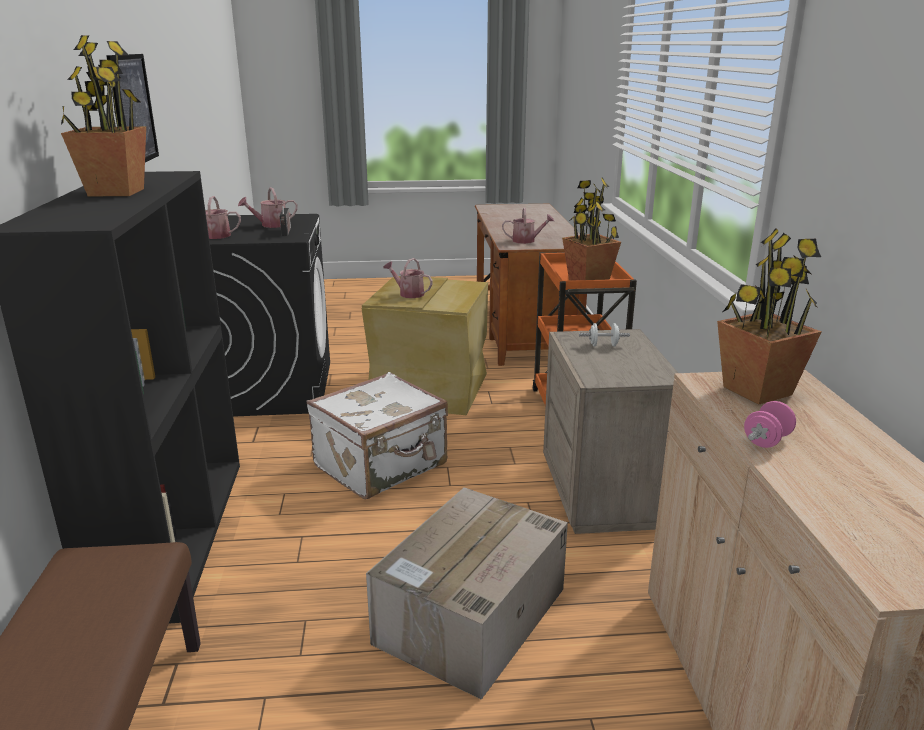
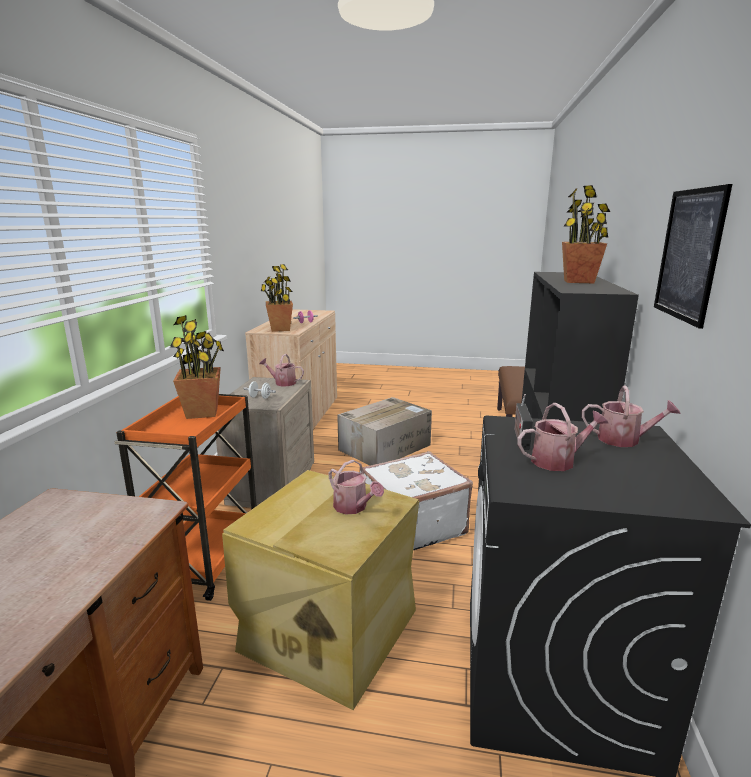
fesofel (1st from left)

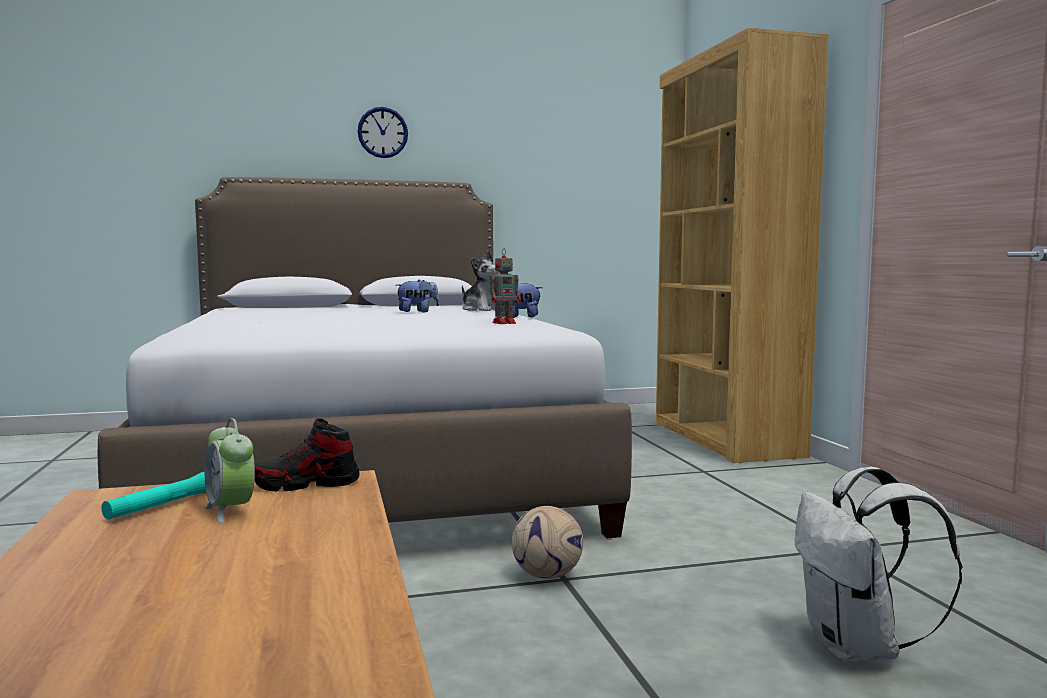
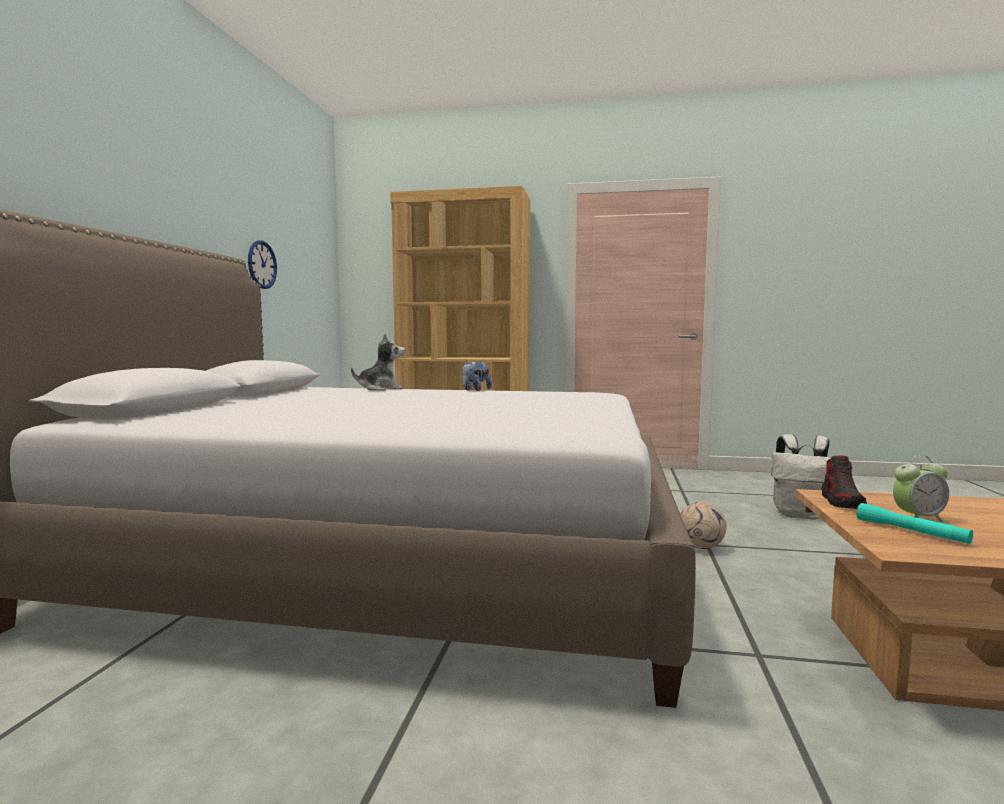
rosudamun; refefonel (1st from left in the first image); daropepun

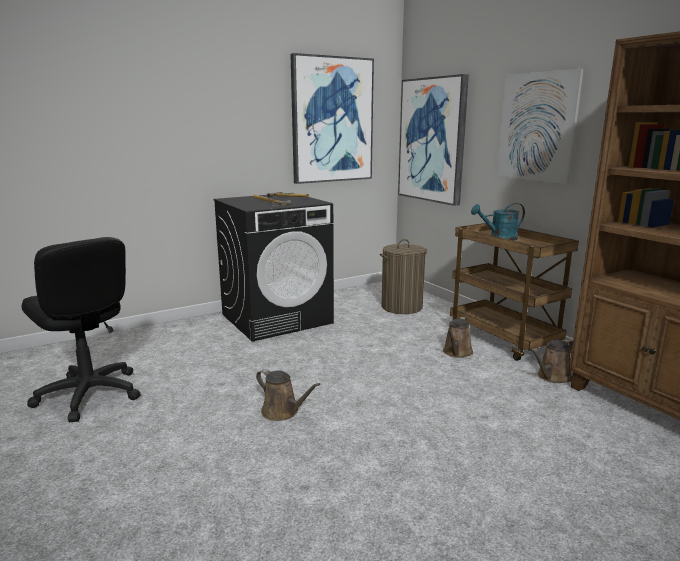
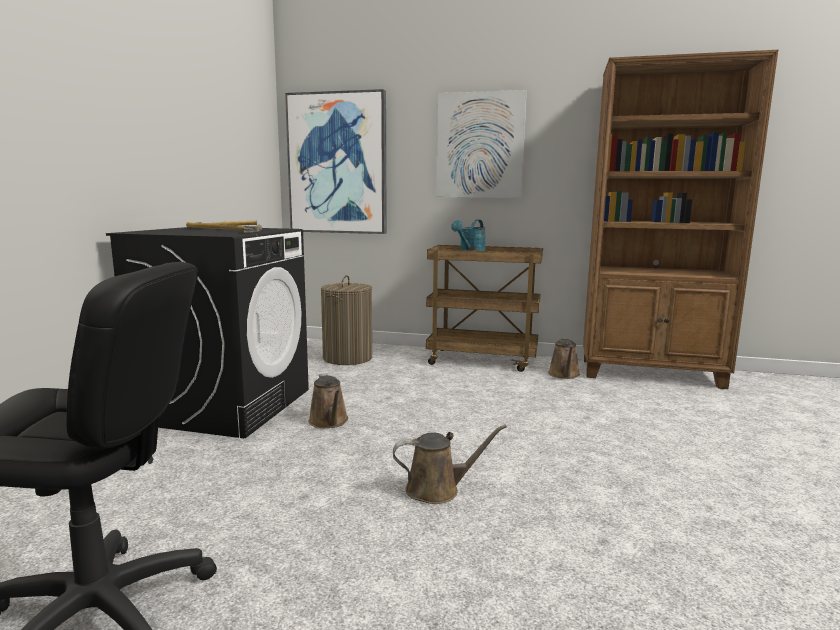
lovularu (1st from left in the first image); brown fesofel (1st from left)

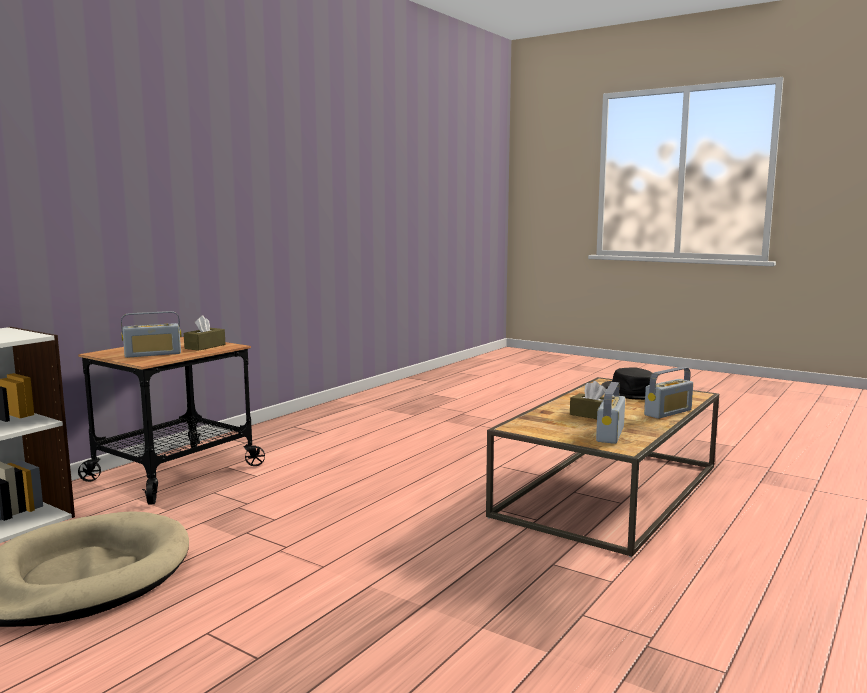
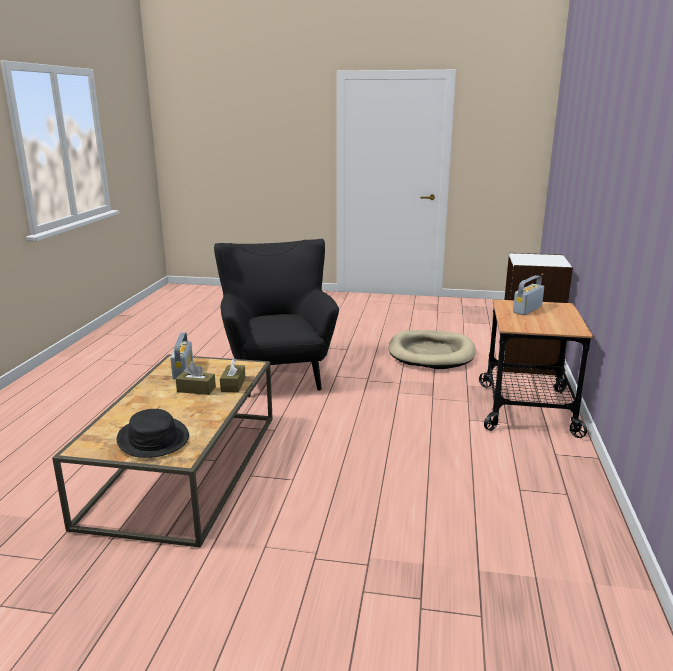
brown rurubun (2nd from left); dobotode (3rd from left in the first image); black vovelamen

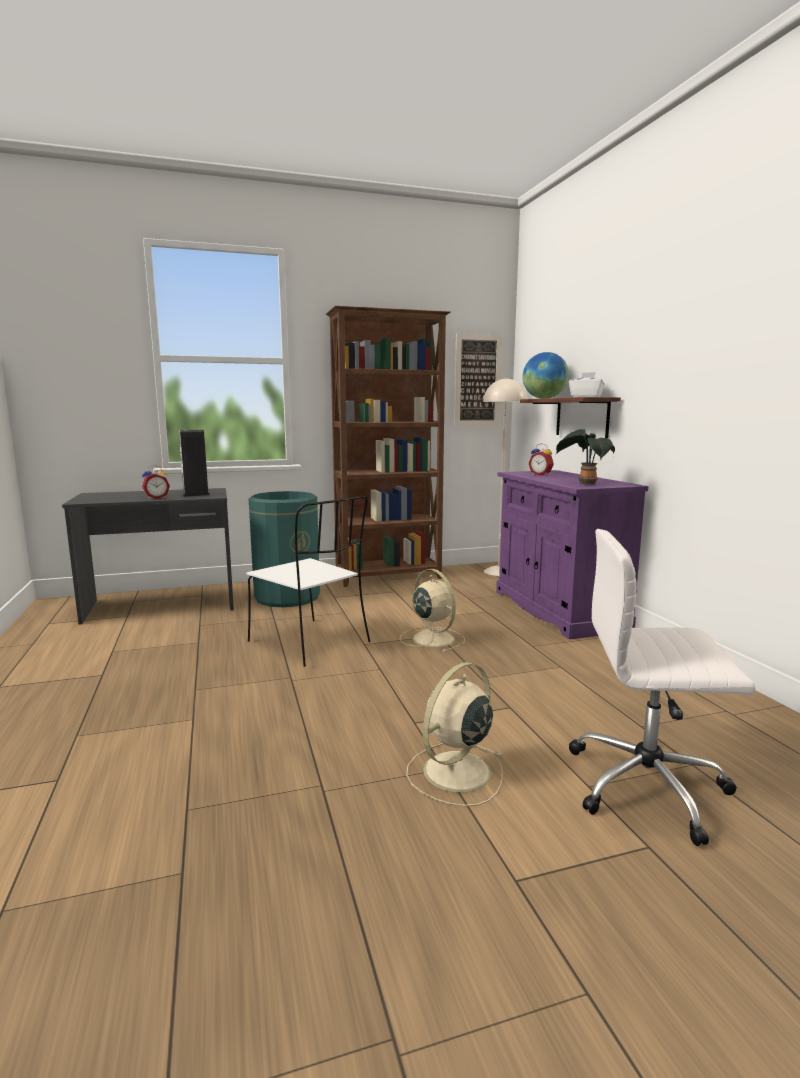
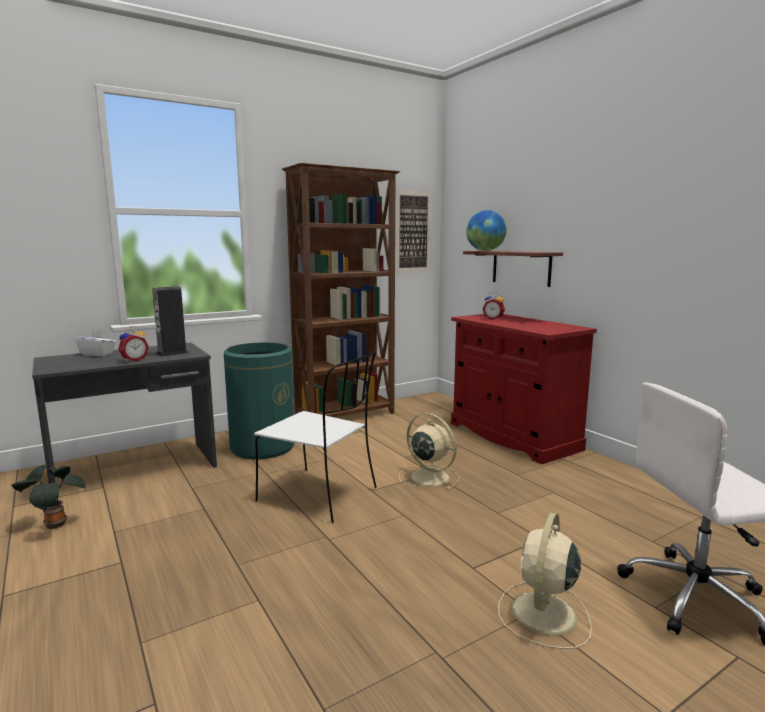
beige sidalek; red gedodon; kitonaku; white rurubun

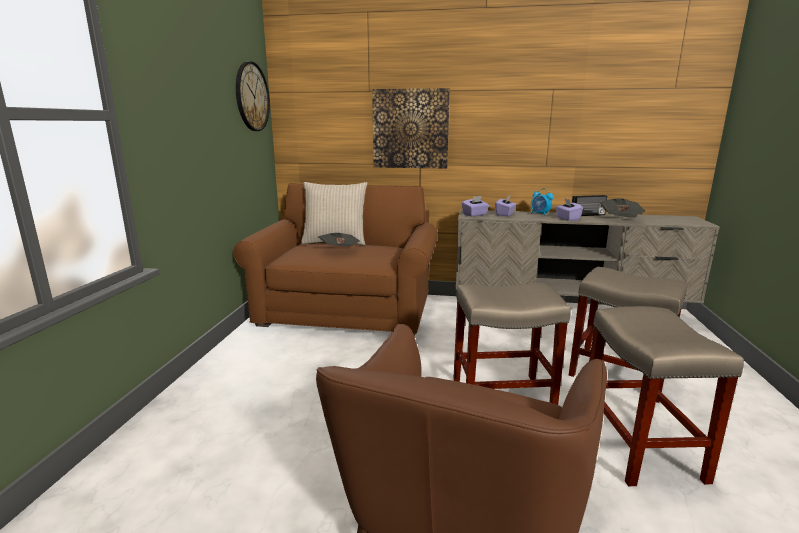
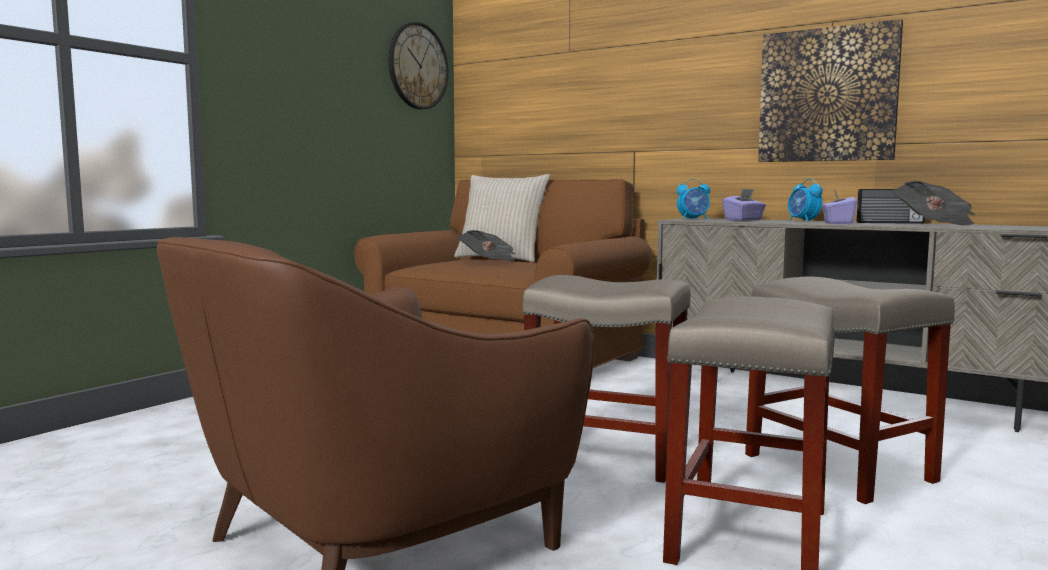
lovularu; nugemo (1st from left)

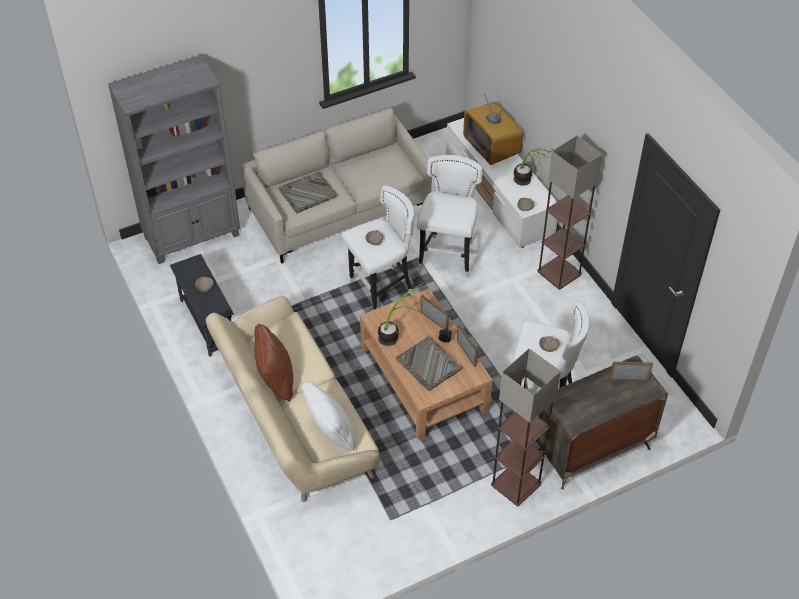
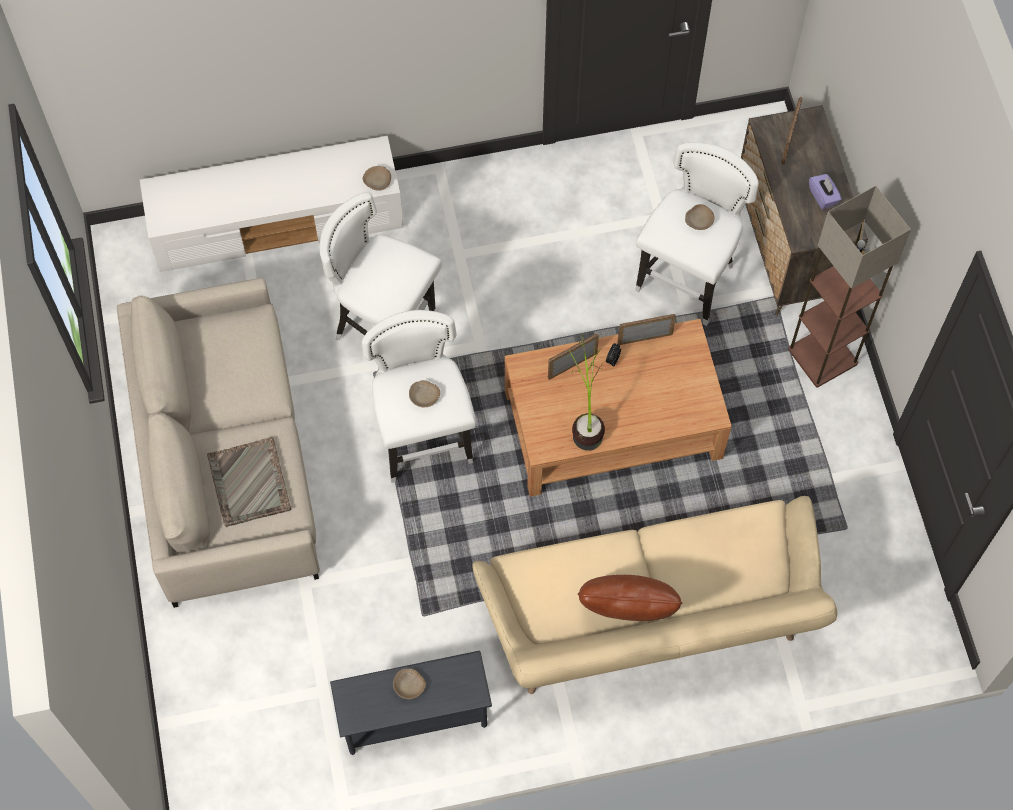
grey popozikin; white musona; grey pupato (2nd from left in the first image); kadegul; kitonaku (2nd from left in the first image); sidalek (2nd from left in the first image); purple rurubun

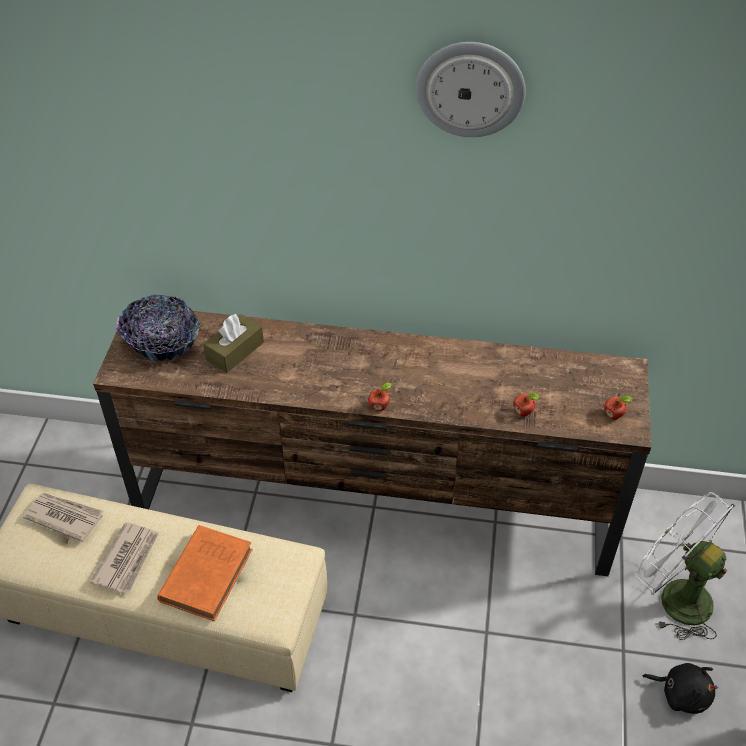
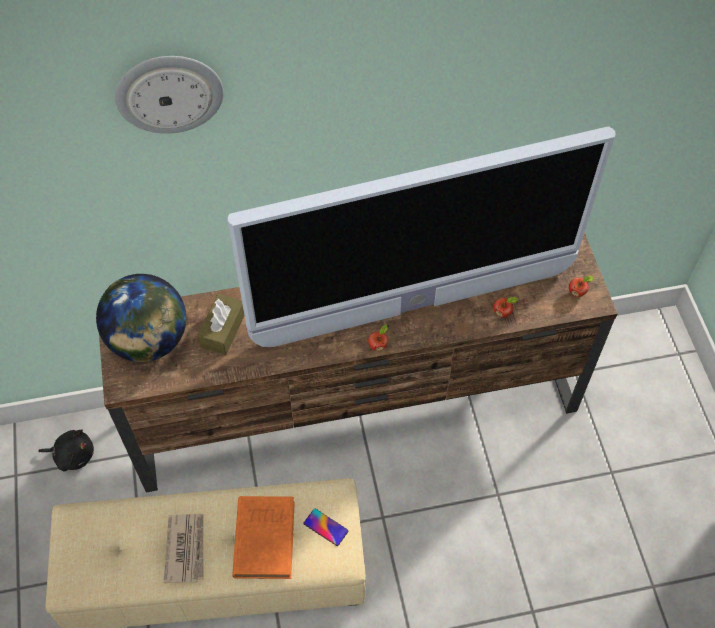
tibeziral (1st from left in the first image); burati; rosudamun; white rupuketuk; black refefonel; kadegul; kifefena

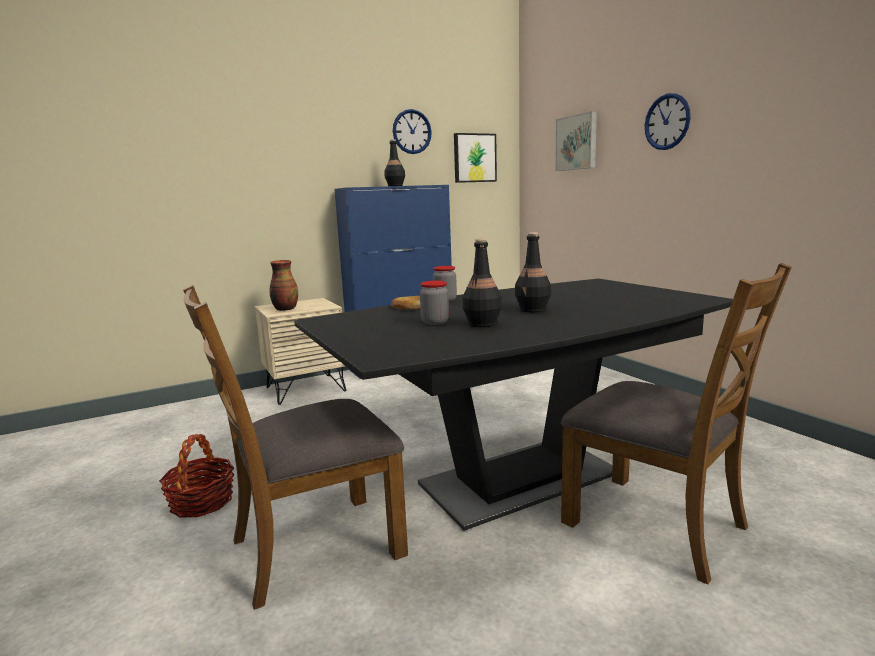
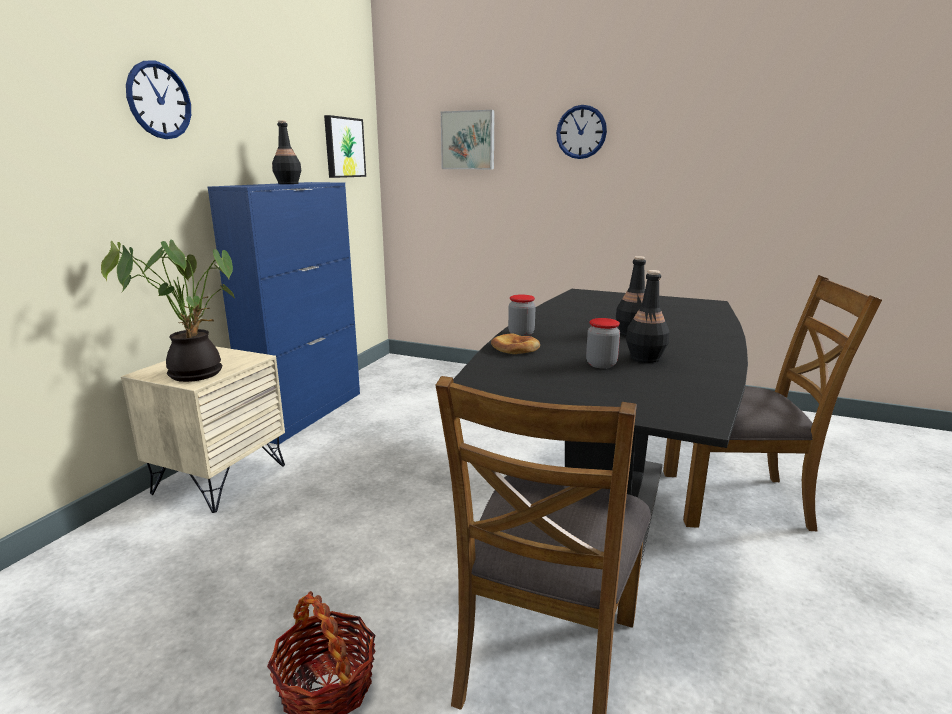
kitonaku; rosudamun (1st from left)

